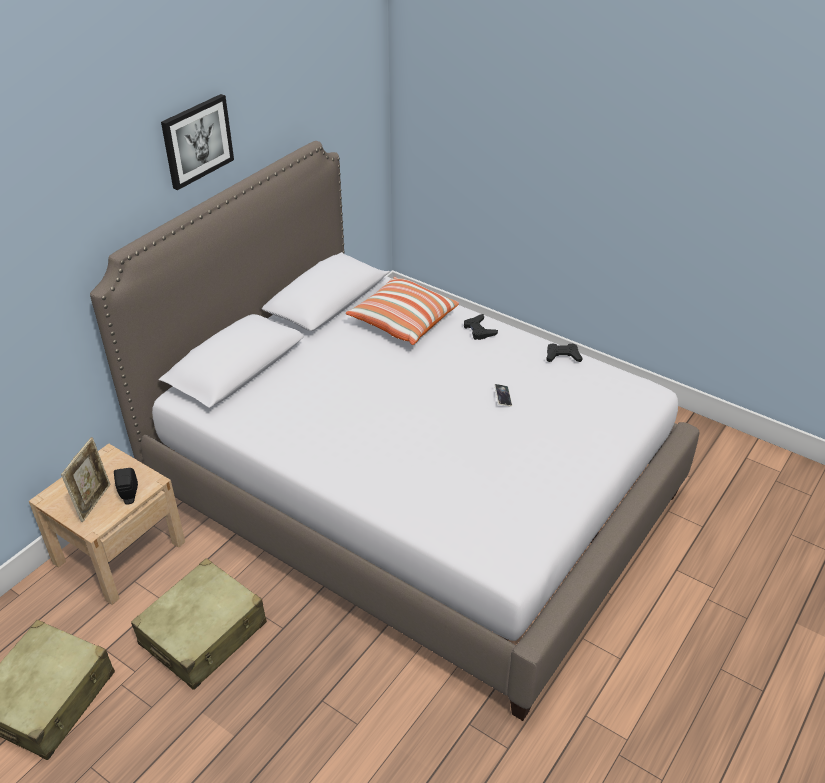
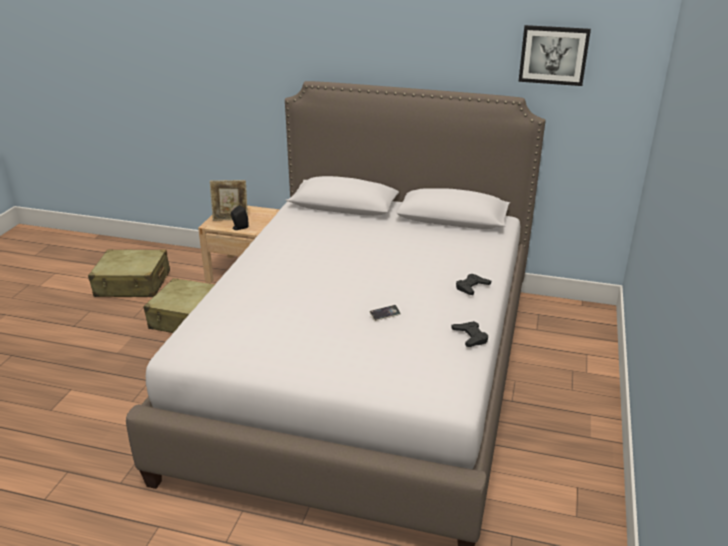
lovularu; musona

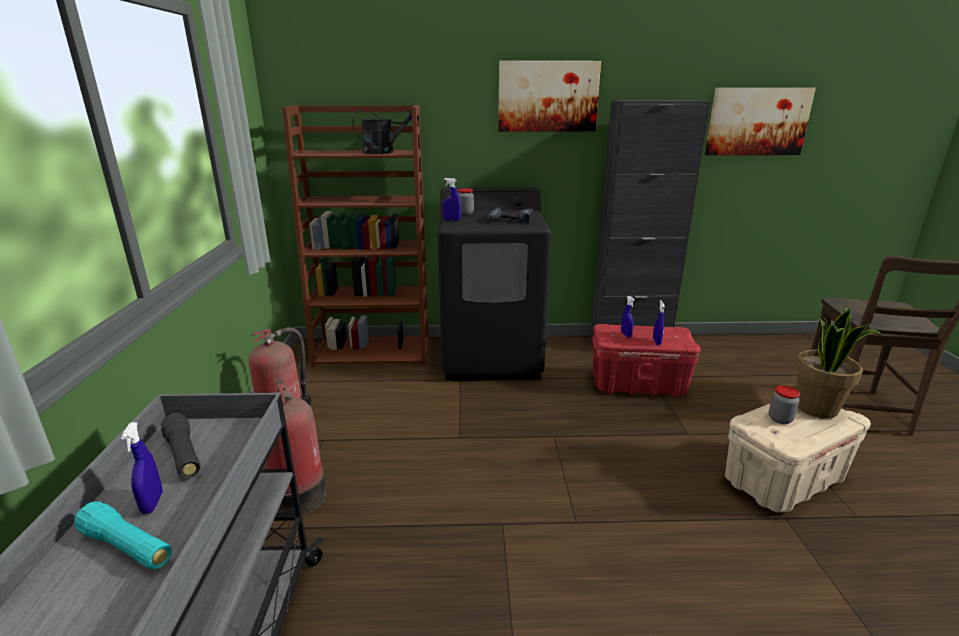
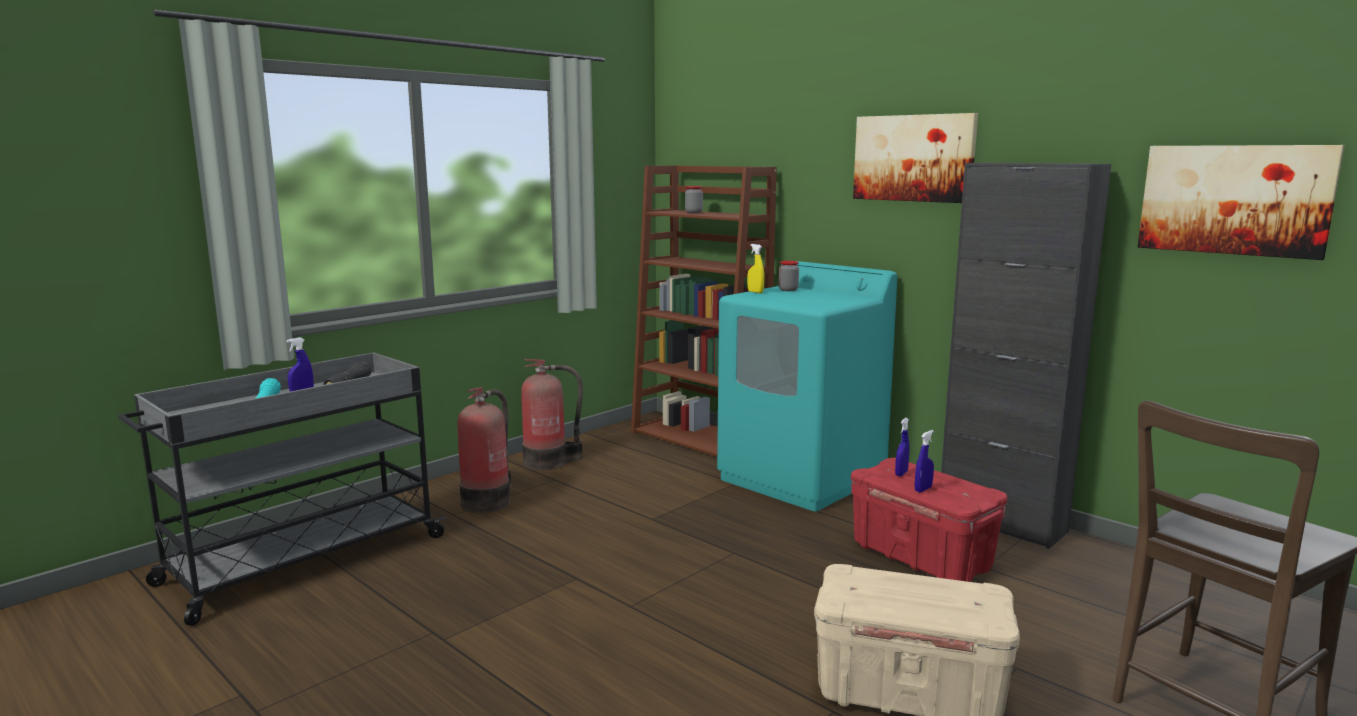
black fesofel; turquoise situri; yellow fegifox; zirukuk; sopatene (1st from left); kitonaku

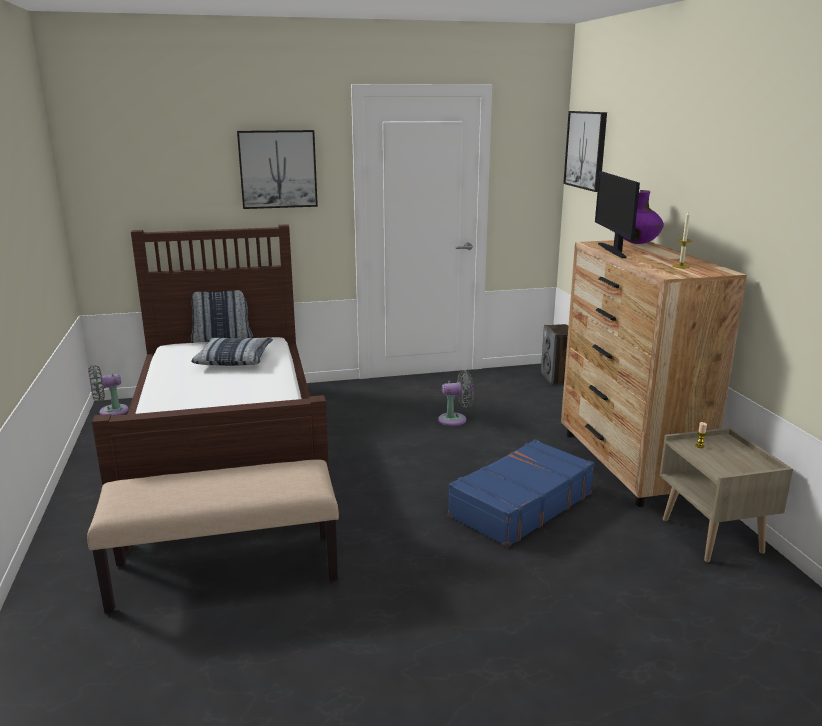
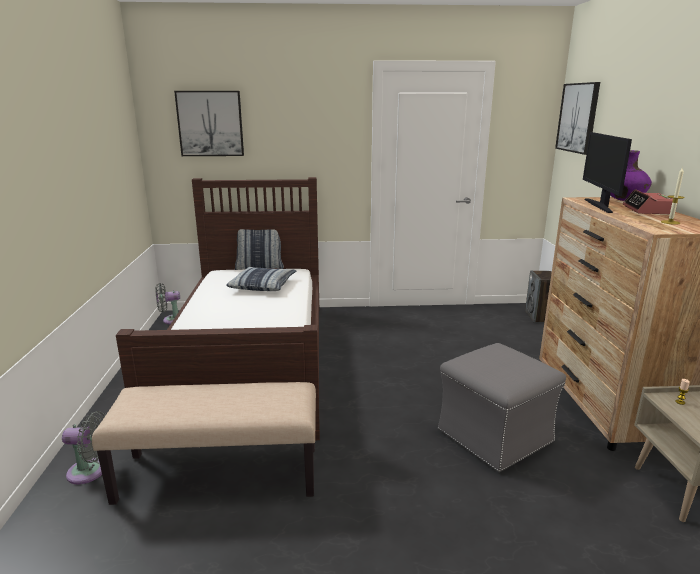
lovularu (1st from left); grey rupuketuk (1st from left); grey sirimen; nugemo

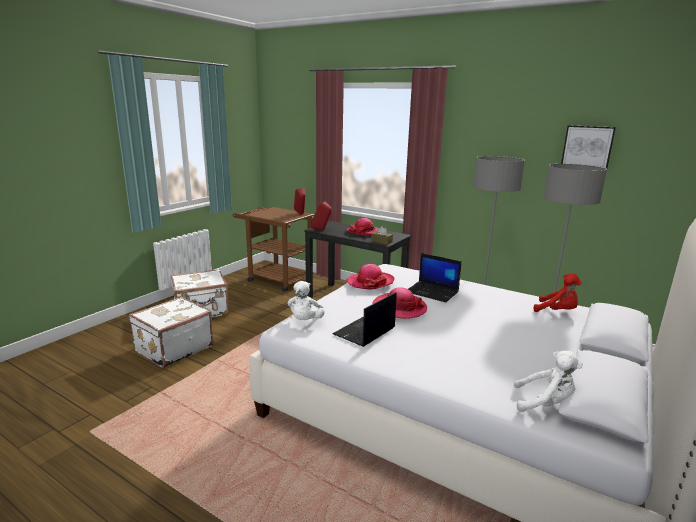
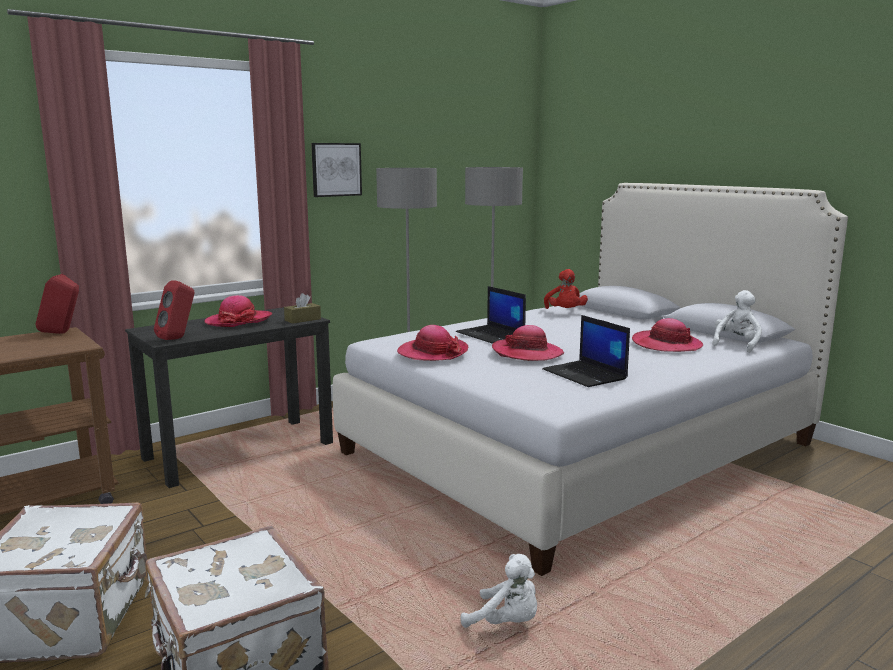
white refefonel (1st from left); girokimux (1st from left); red refefonel; lovularu; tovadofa (4th from left)

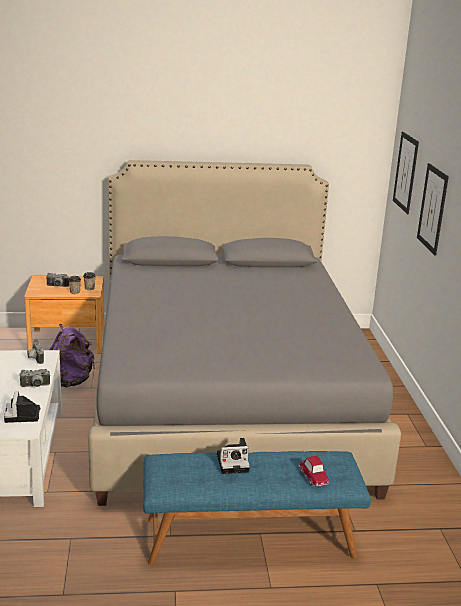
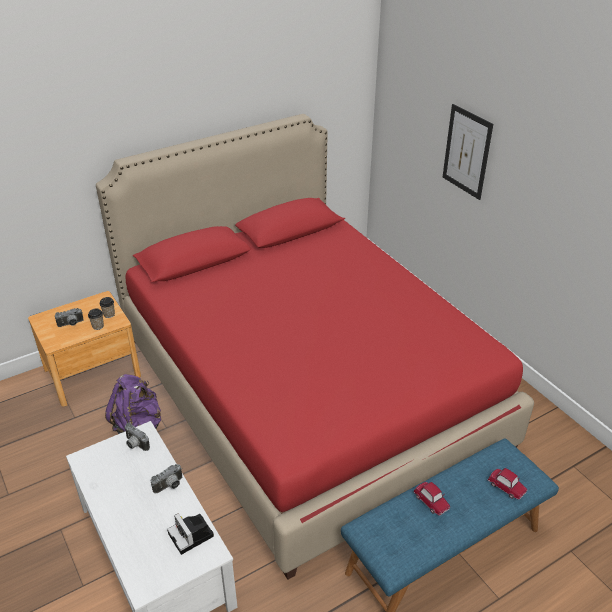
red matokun; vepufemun (1st from left); lovularu (1st from left in the first image)

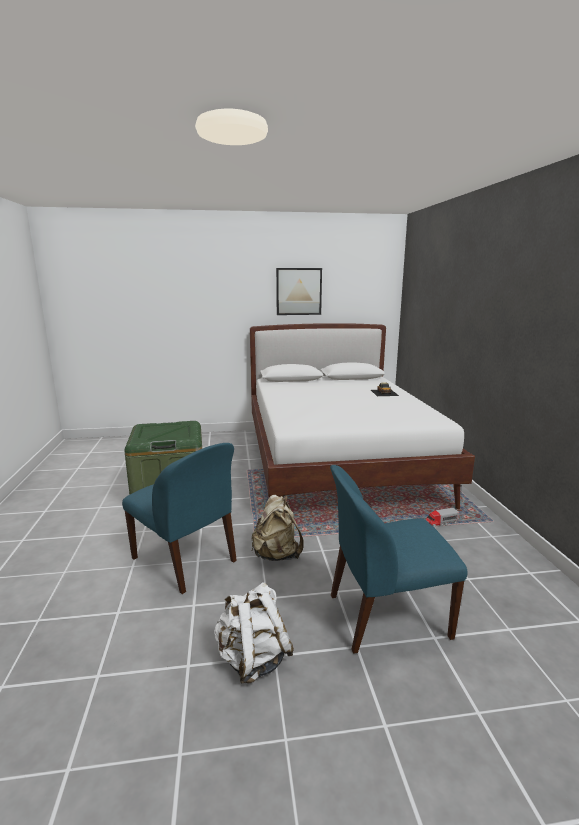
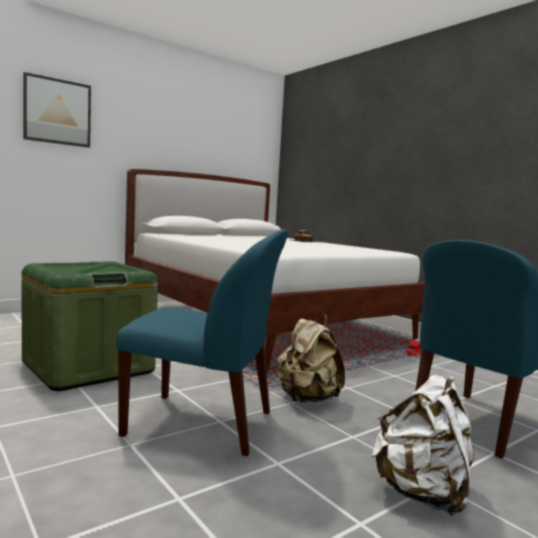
lovularu

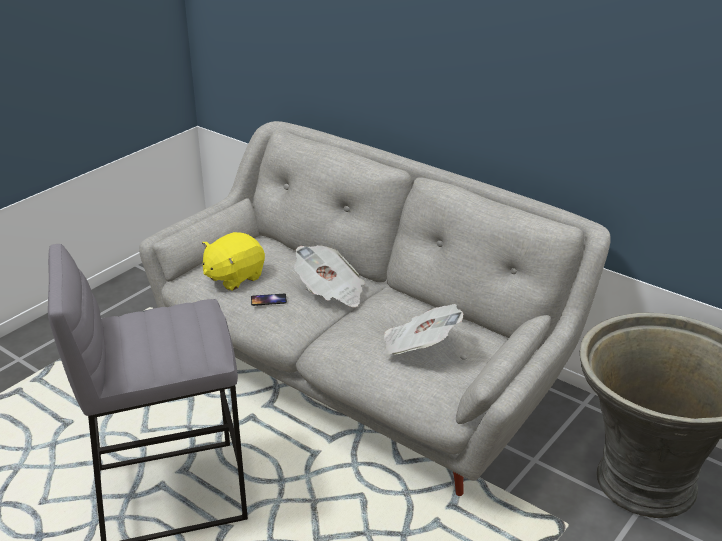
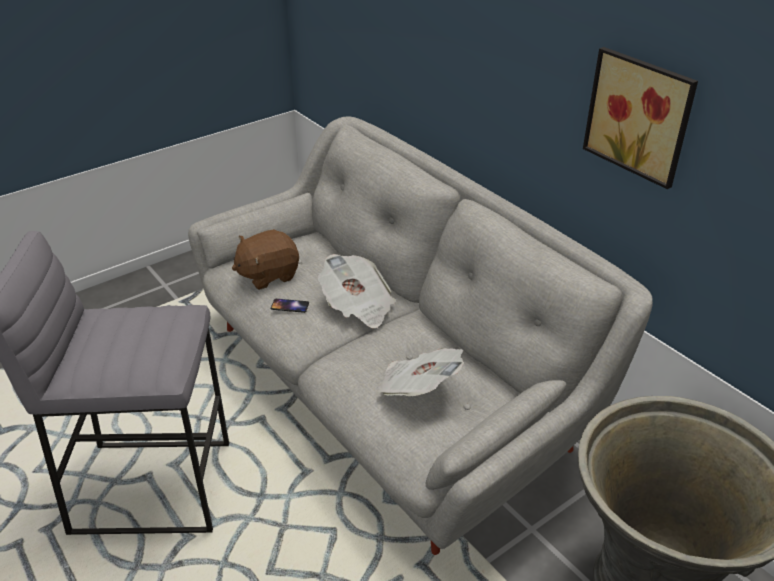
brown refefonel; lovularu

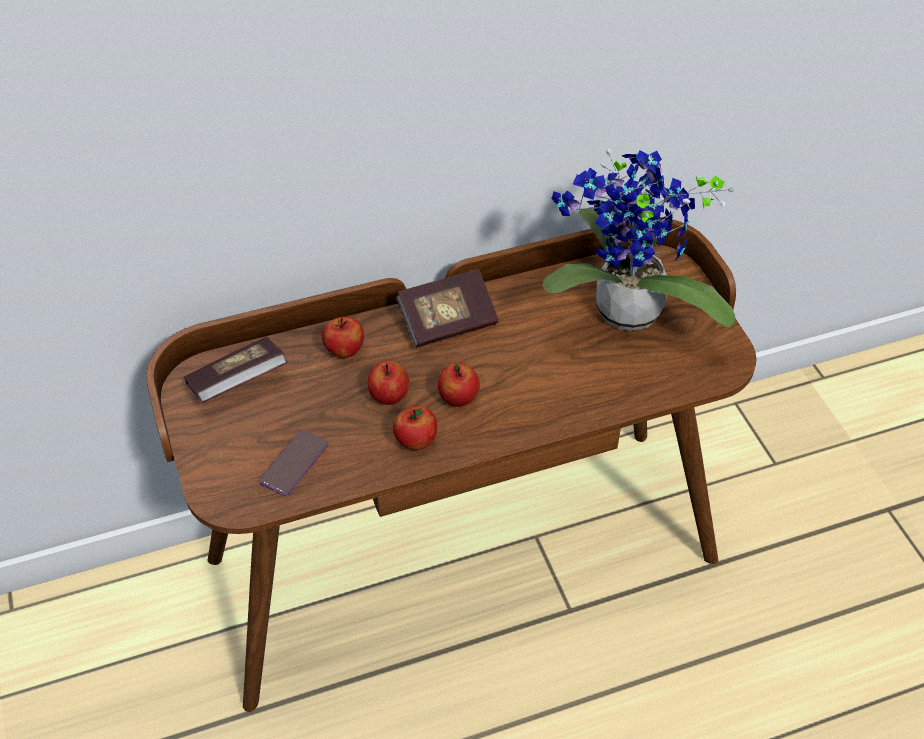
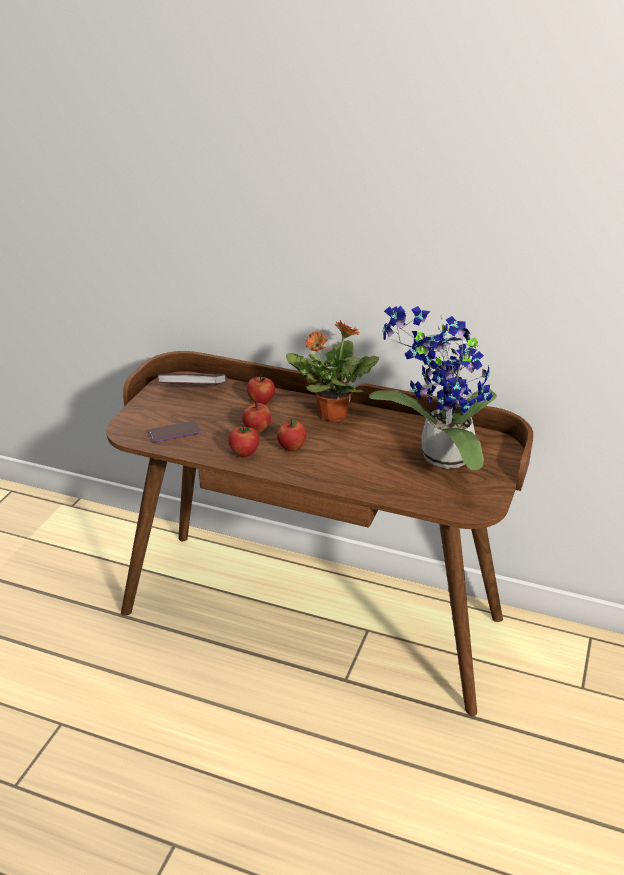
kitonaku (1st from left)

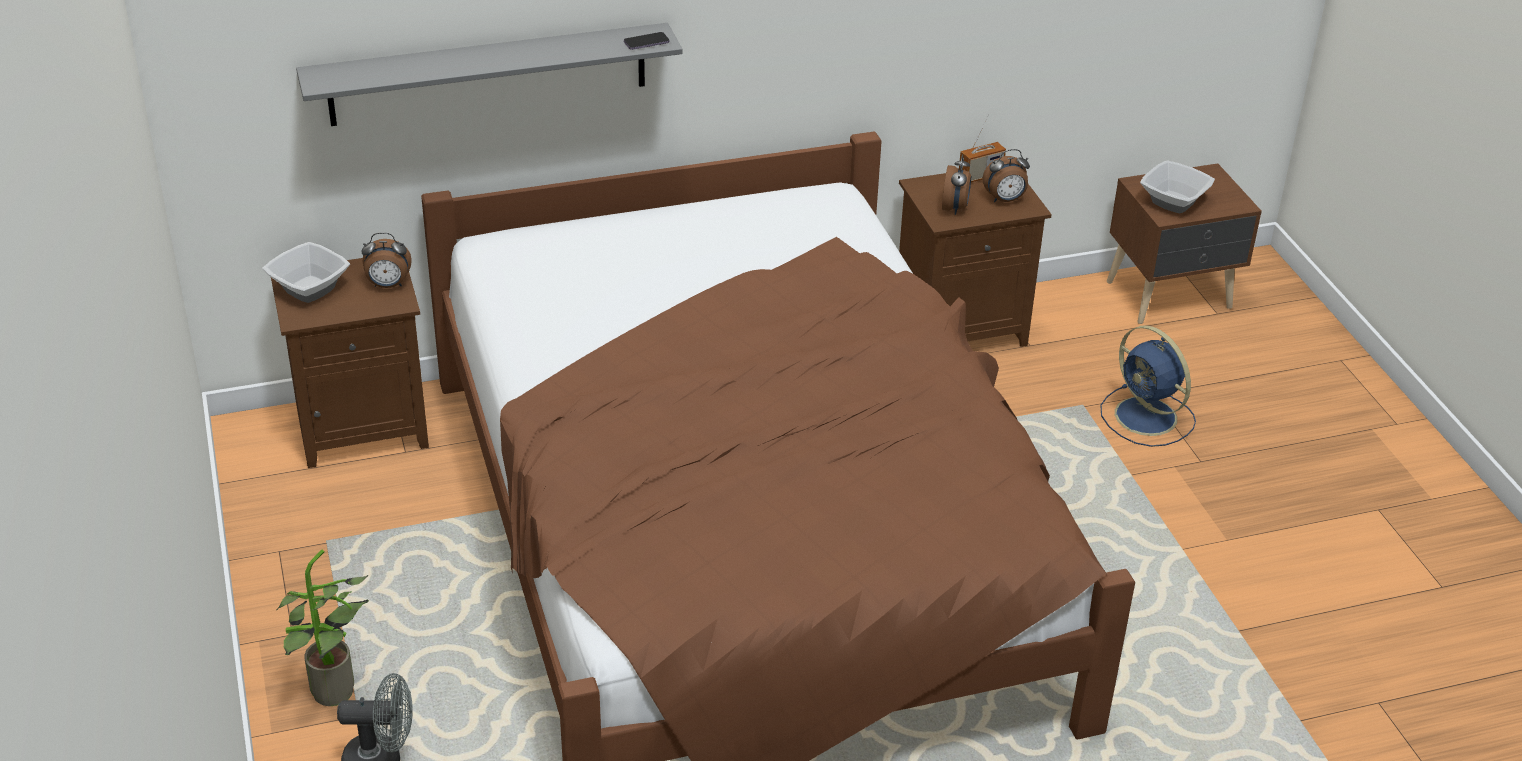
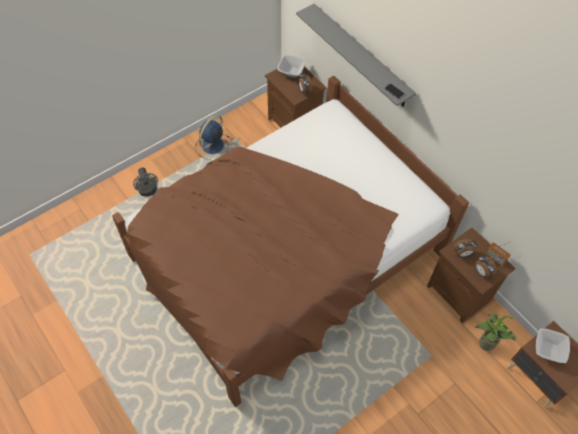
kitonaku; blue rupuketuk

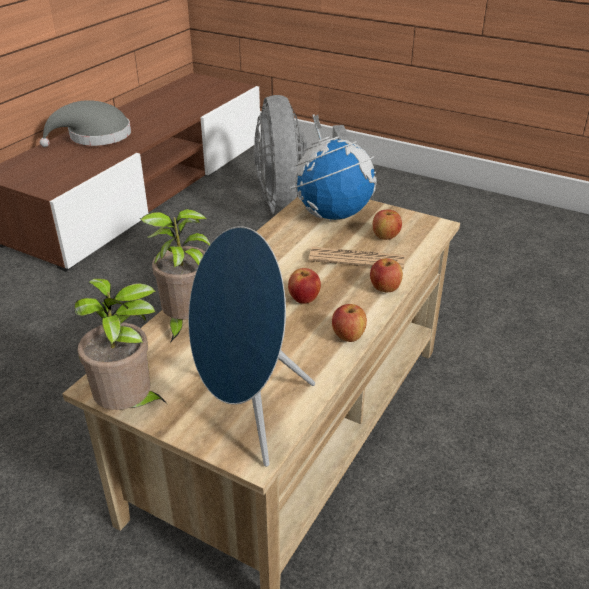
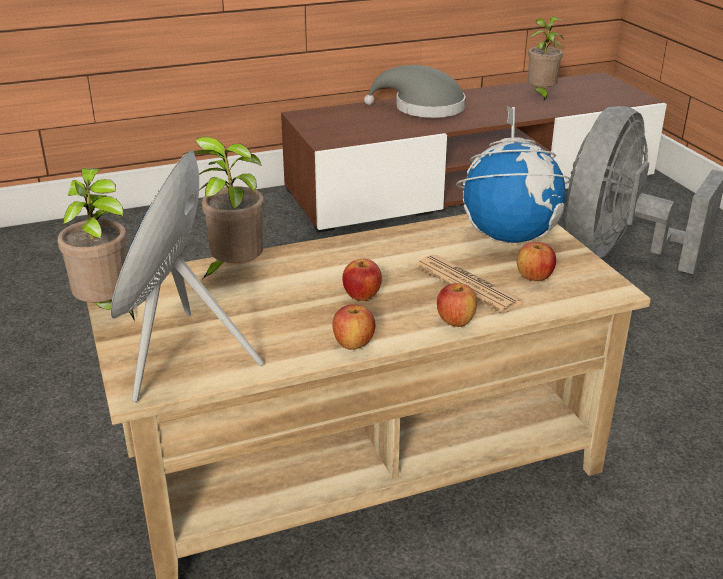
kitonaku (3rd from left)

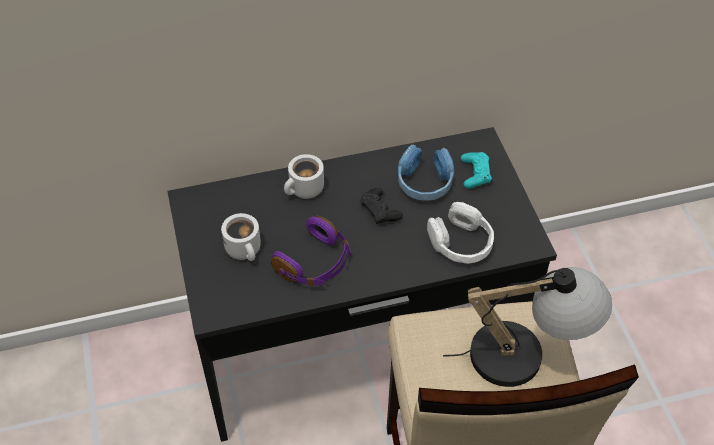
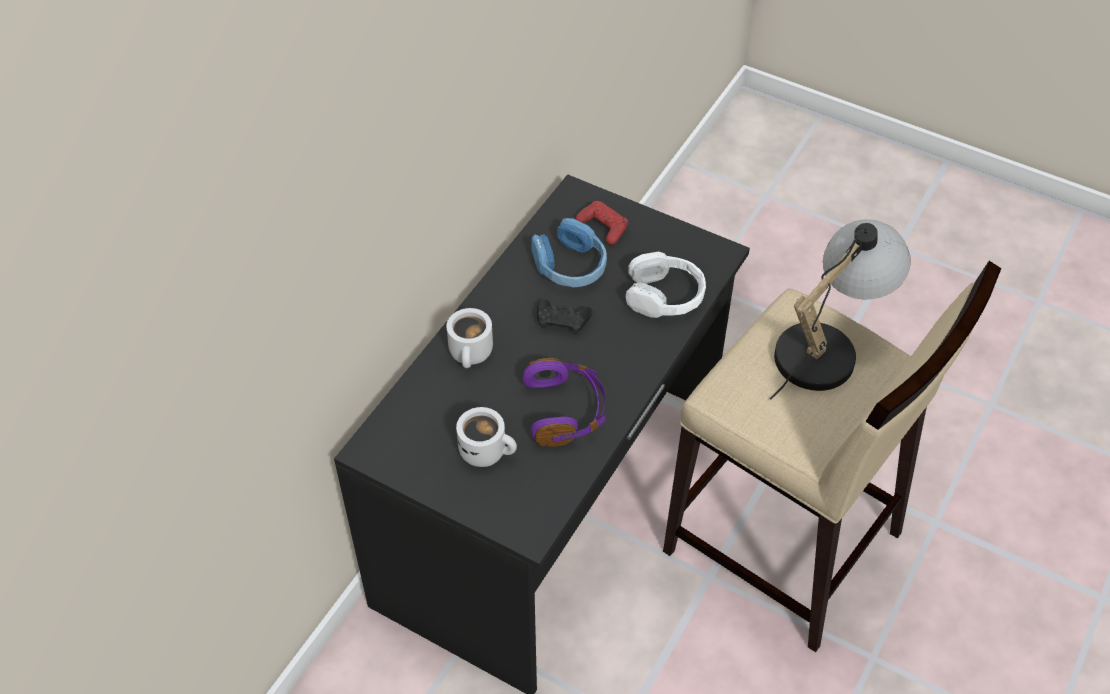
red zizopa

